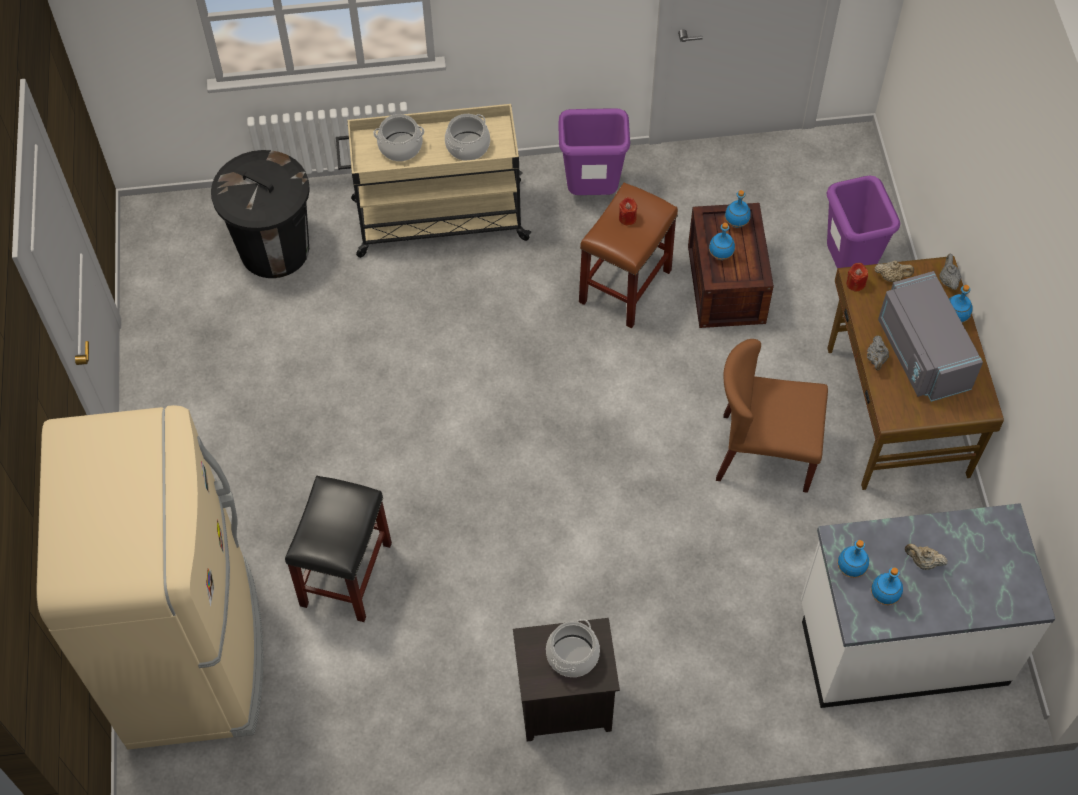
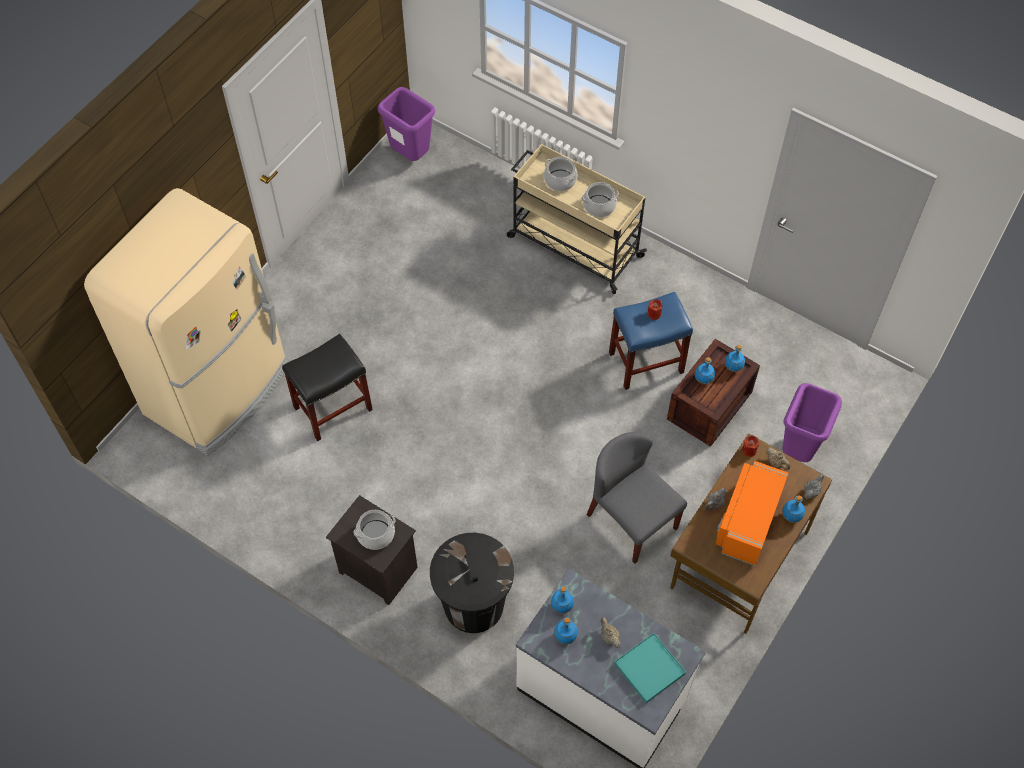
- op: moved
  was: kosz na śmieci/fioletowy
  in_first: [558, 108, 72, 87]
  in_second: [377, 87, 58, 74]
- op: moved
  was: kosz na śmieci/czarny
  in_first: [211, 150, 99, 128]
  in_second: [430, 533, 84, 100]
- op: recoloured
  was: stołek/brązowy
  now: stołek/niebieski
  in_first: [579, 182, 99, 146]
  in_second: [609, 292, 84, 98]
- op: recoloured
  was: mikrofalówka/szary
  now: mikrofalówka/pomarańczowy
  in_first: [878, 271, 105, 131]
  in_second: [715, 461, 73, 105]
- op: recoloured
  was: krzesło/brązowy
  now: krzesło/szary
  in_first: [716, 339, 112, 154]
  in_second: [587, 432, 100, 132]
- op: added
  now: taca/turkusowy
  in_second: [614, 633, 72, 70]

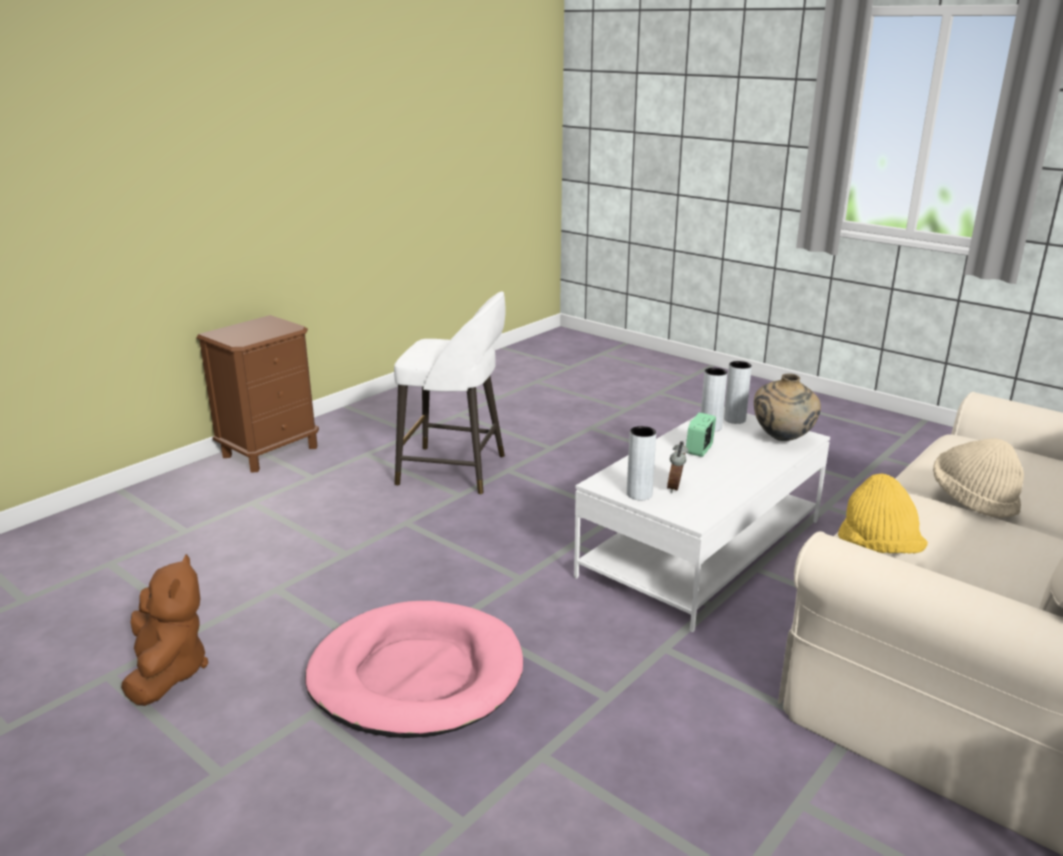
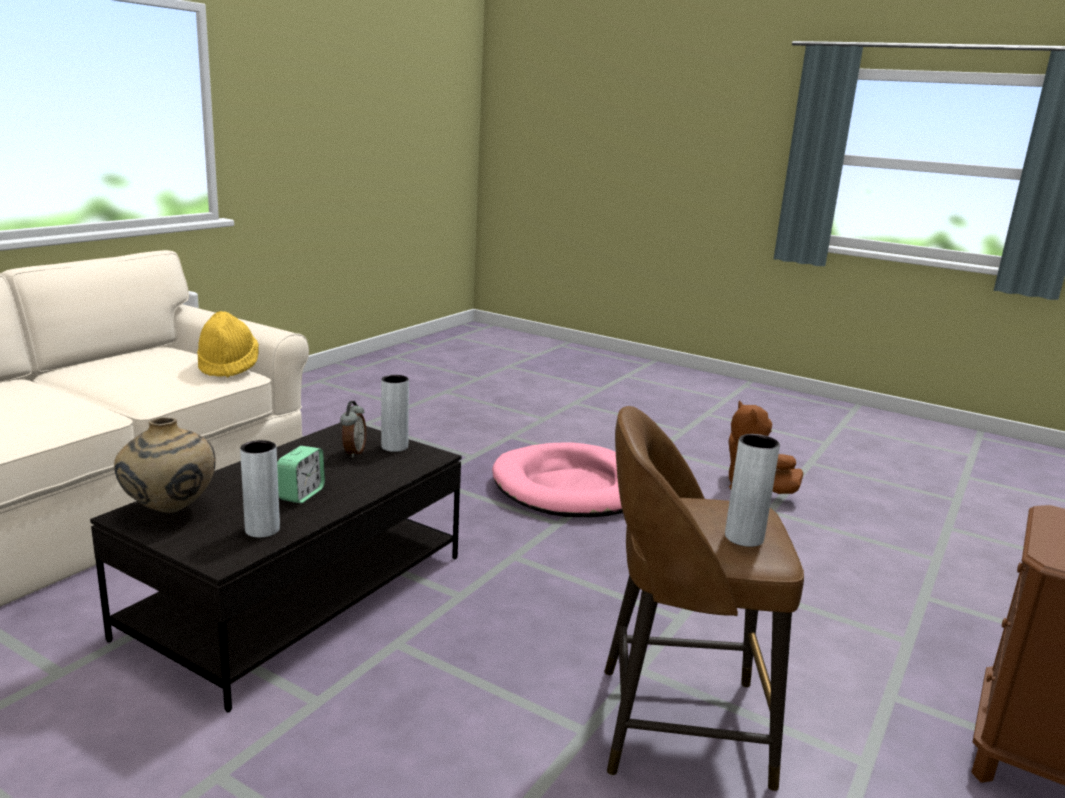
- op: recoloured
  was: stołek/biały
  now: stołek/brązowy
  in_first: [394, 291, 112, 204]
  in_second: [605, 406, 199, 385]
- op: moved
  was: wazon/szary
  in_first: [724, 361, 28, 63]
  in_second: [725, 434, 55, 113]
- op: recoloured
  was: ława/biały
  now: ława/czarny
  in_first: [574, 407, 256, 225]
  in_second: [90, 422, 372, 290]
- op: removed
  was: kapelusz/beżowy
  in_first: [933, 438, 91, 80]

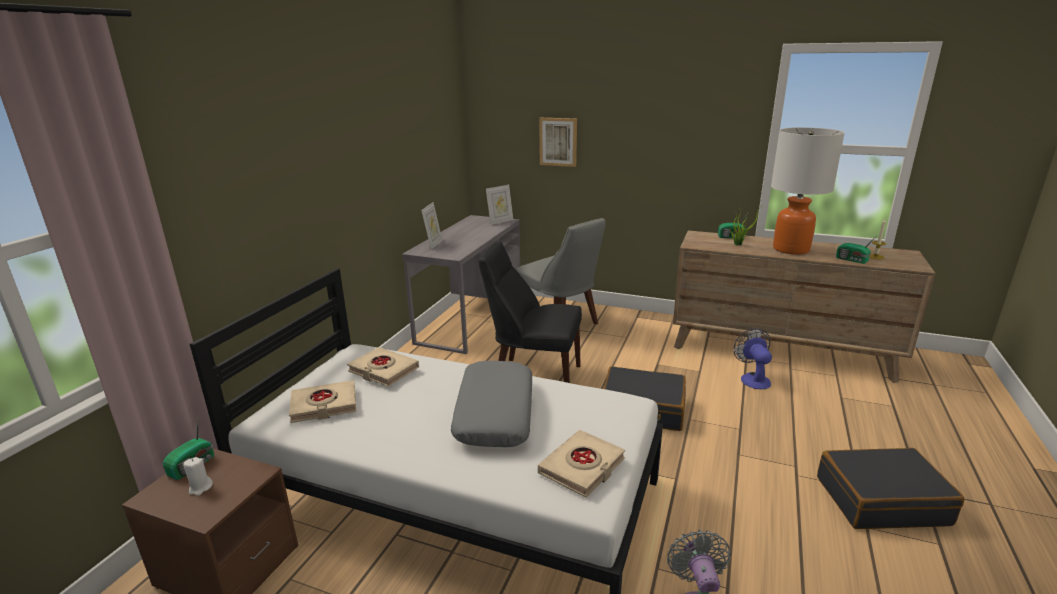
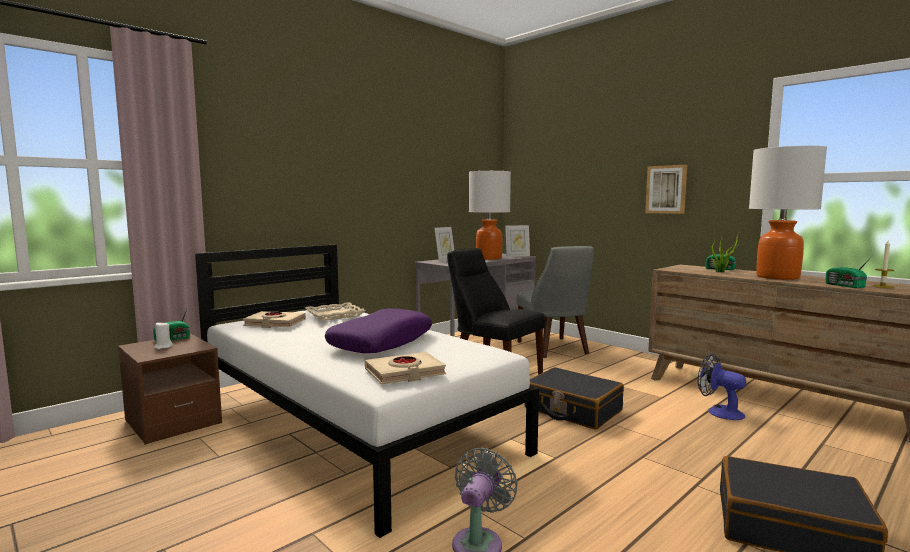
- op: moved
  was: obraz
  in_first: [539, 118, 38, 49]
  in_second: [645, 165, 42, 49]
- op: turned
  was: wentylator
  in_first: [733, 328, 39, 61]
  in_second: [698, 354, 48, 66]
  clockwise: -60
- op: replaced
  was: książka/beżowy
  now: taca/beżowy
  in_first: [347, 347, 72, 39]
  in_second: [305, 302, 61, 19]
- op: recoloured
  was: poduszka/szary
  now: poduszka/fioletowy
  in_first: [451, 361, 81, 86]
  in_second: [325, 309, 107, 44]
- op: added
  now: lampa stołowa
  in_second: [469, 171, 42, 89]

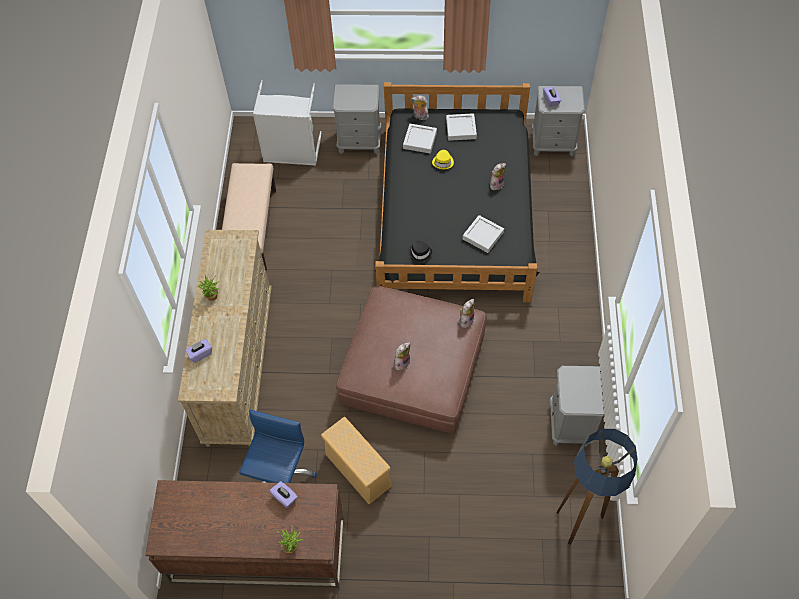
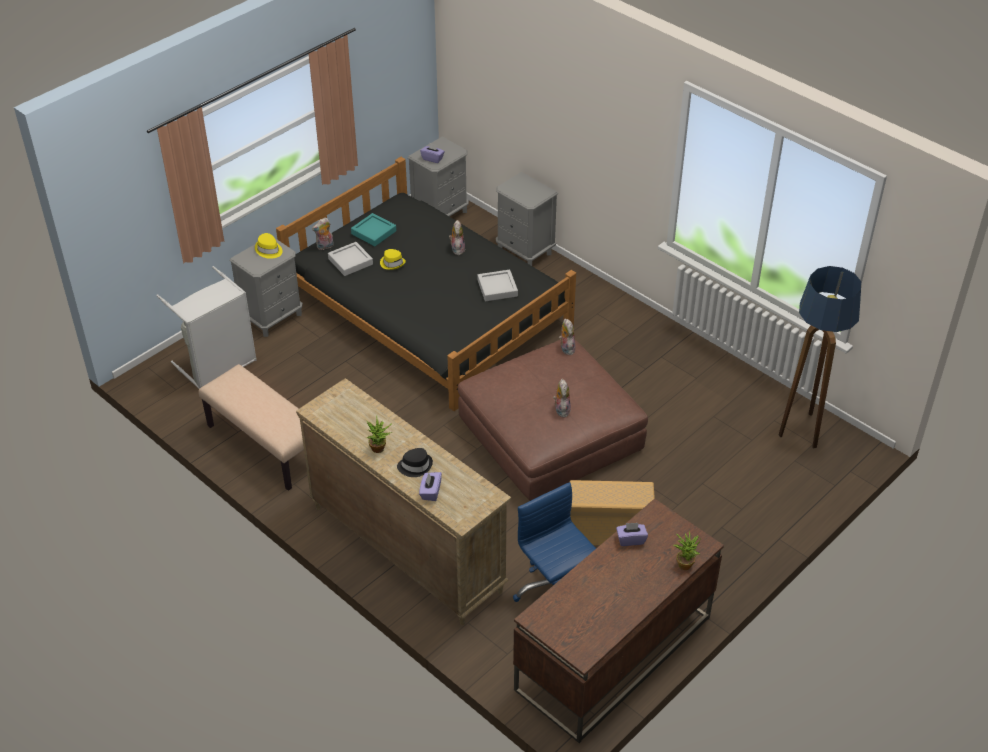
- op: recoloured
  was: taca/szary
  now: taca/turkusowy
  in_first: [446, 113, 31, 28]
  in_second: [351, 213, 45, 33]
- op: moved
  was: kapelusz/czarny
  in_first: [408, 241, 24, 21]
  in_second: [397, 448, 36, 29]
- op: moved
  was: szafka nocna/szary
  in_first: [550, 366, 54, 80]
  in_second: [496, 172, 62, 94]
- op: added
  now: kapelusz/żółty
  in_second: [255, 233, 28, 26]

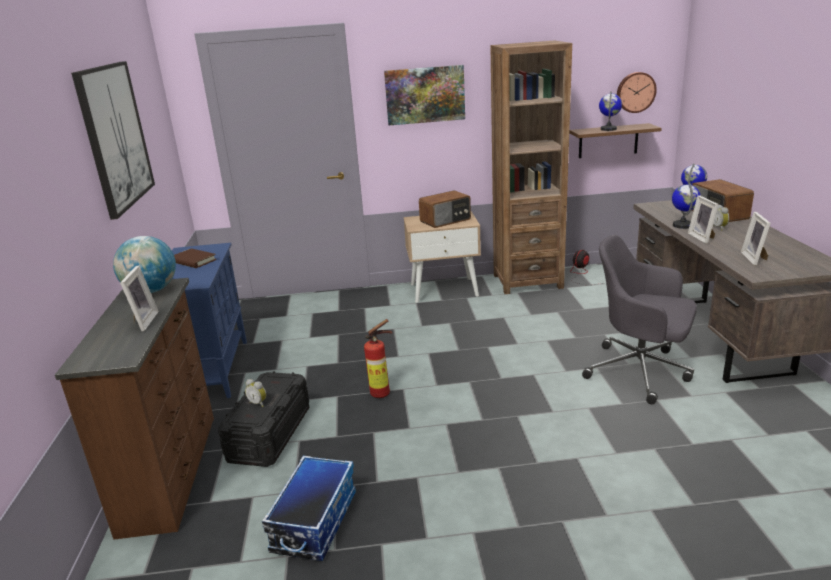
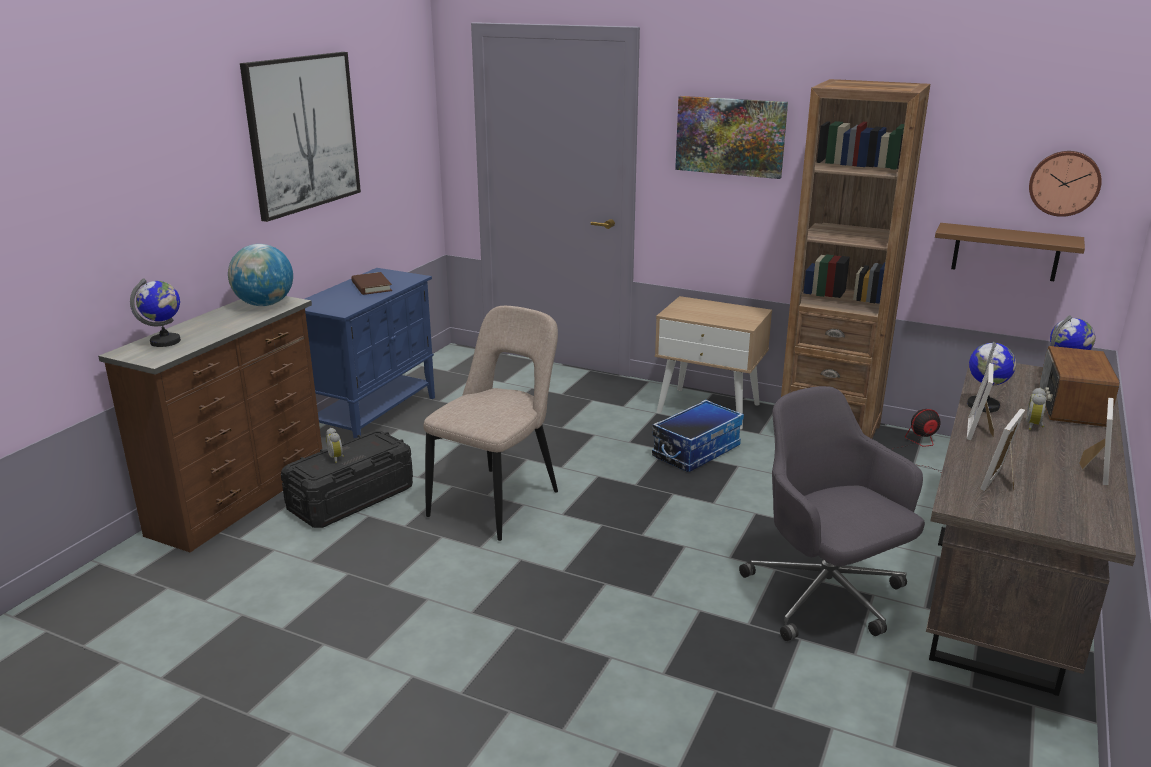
- op: moved
  was: globus
  in_first: [599, 91, 23, 40]
  in_second: [130, 278, 51, 69]
- op: removed
  was: radio
  in_first: [419, 191, 52, 37]
- op: moved
  was: ramka na zdjęcie
  in_first: [120, 265, 39, 66]
  in_second: [1080, 398, 34, 87]
- op: replaced
  was: gaśnica
  now: krzesło/beżowy
  in_first: [364, 319, 29, 79]
  in_second: [423, 306, 135, 235]
- op: moved
  was: pojemnik do przechowywania
  in_first: [262, 456, 94, 105]
  in_second: [652, 400, 92, 72]

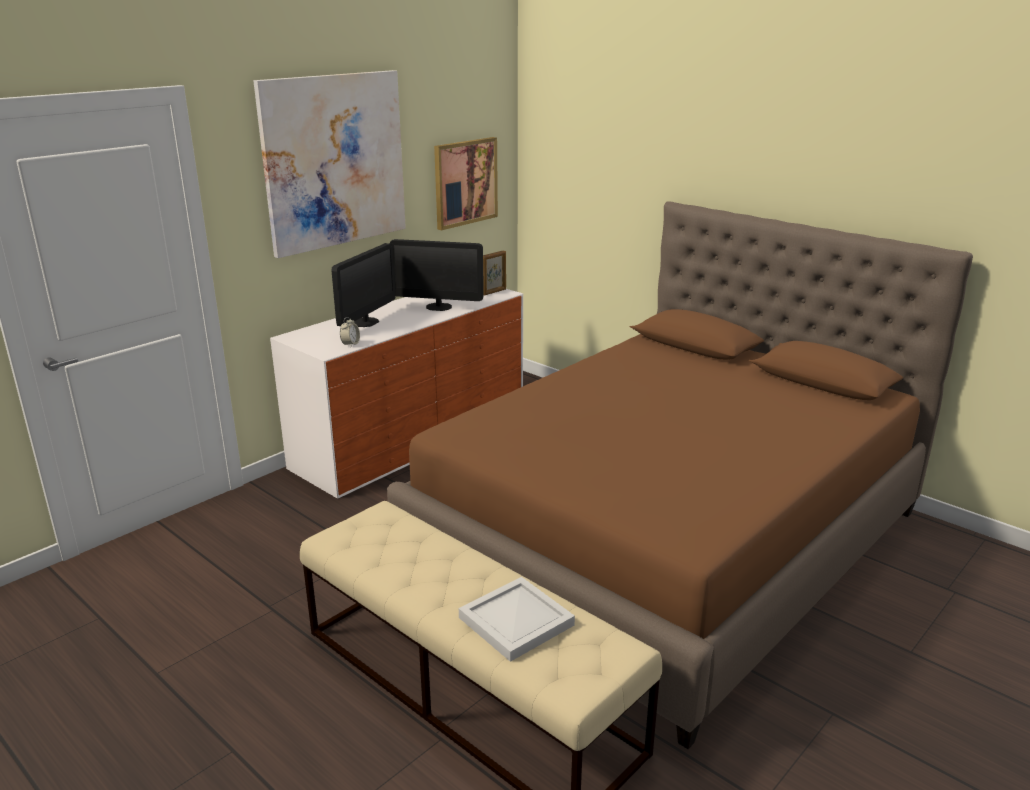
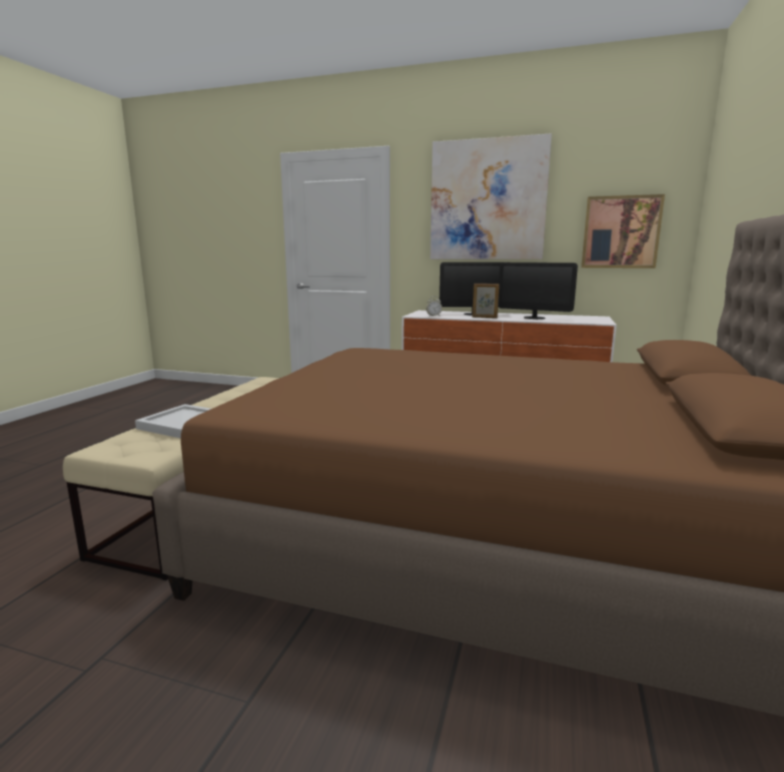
- op: turned
  was: monitor
  in_first: [390, 239, 94, 72]
  in_second: [498, 262, 80, 57]
  clockwise: -45
- op: moved
  was: ramka na zdjęcie
  in_first: [483, 250, 23, 46]
  in_second: [472, 283, 27, 35]

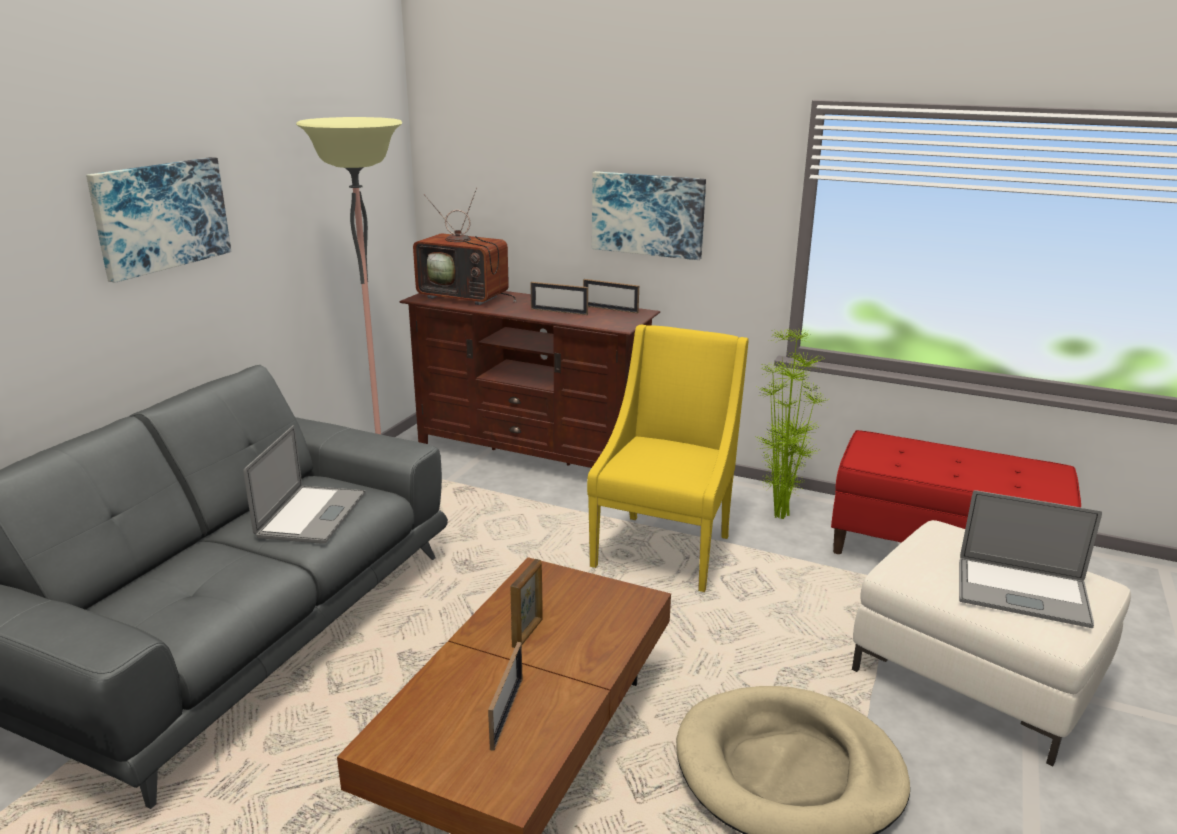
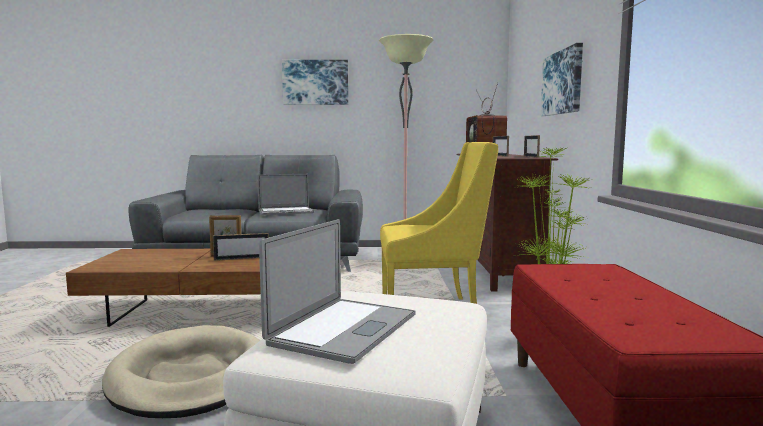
- op: turned
  was: laptop
  in_first: [959, 490, 143, 138]
  in_second: [259, 219, 157, 145]
  clockwise: -150
- op: moved
  was: ramka na zdjęcie
  in_first: [488, 642, 35, 109]
  in_second: [213, 233, 56, 28]

